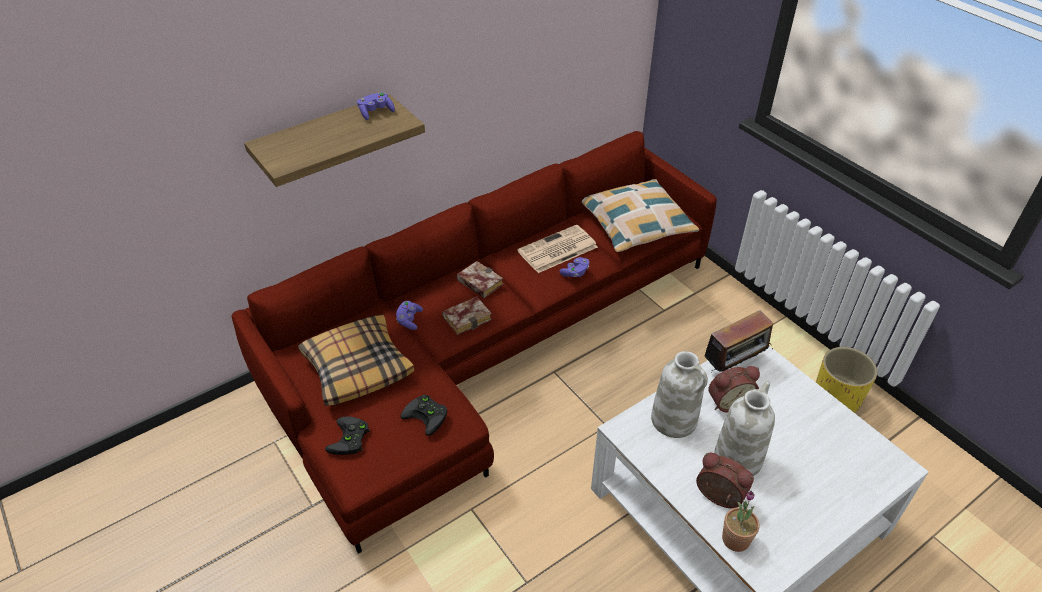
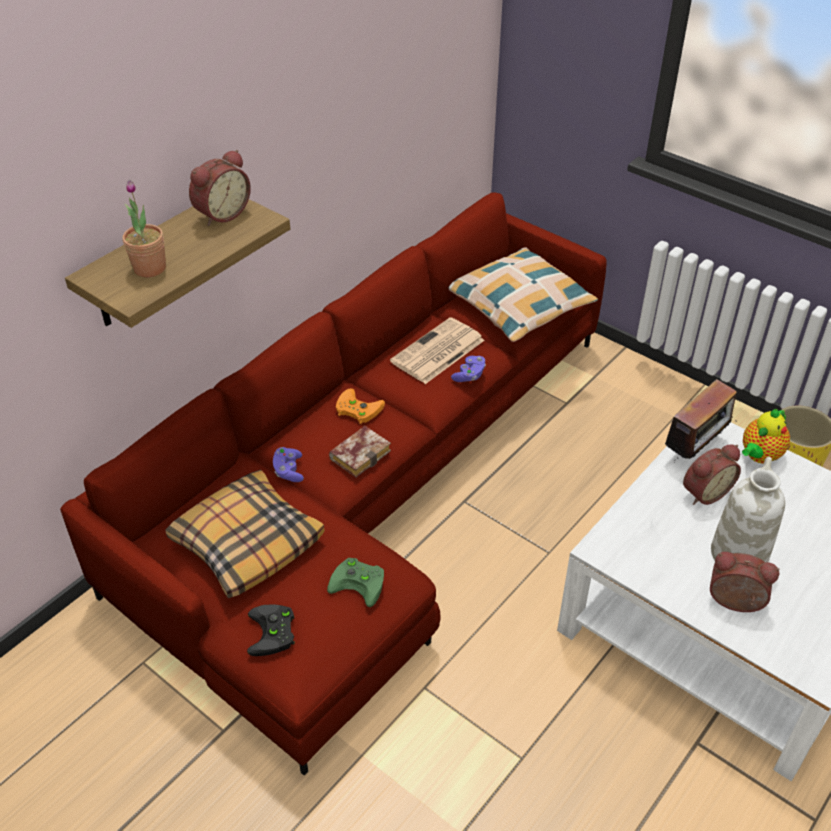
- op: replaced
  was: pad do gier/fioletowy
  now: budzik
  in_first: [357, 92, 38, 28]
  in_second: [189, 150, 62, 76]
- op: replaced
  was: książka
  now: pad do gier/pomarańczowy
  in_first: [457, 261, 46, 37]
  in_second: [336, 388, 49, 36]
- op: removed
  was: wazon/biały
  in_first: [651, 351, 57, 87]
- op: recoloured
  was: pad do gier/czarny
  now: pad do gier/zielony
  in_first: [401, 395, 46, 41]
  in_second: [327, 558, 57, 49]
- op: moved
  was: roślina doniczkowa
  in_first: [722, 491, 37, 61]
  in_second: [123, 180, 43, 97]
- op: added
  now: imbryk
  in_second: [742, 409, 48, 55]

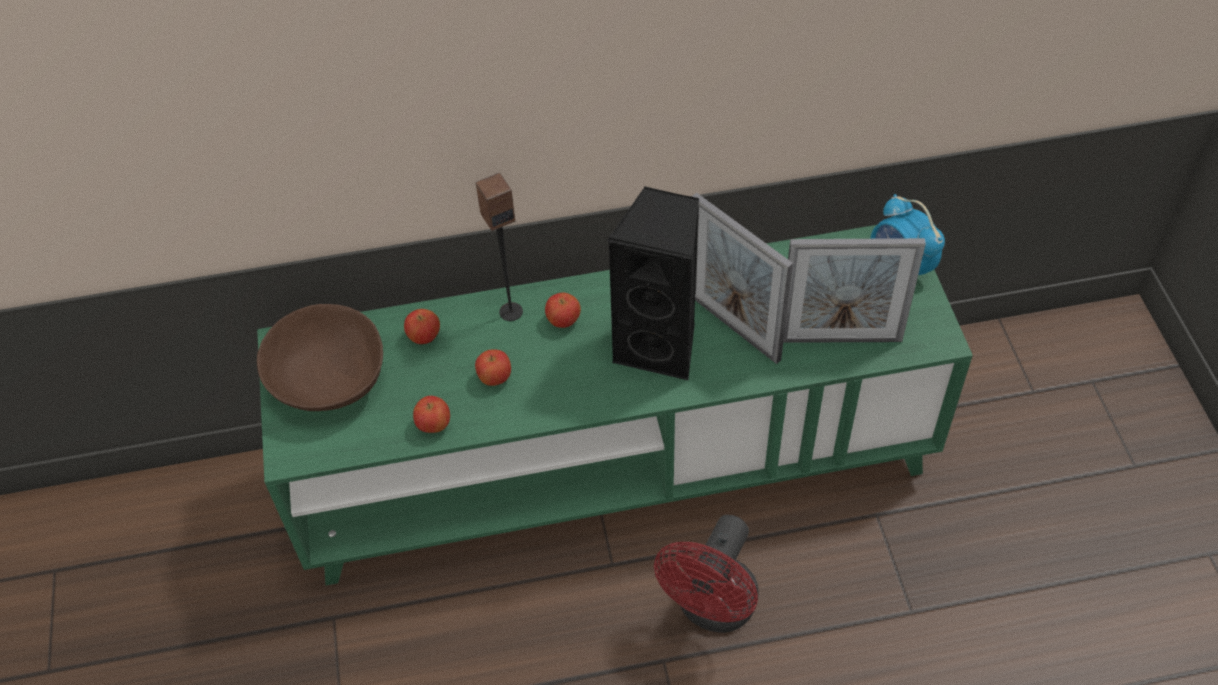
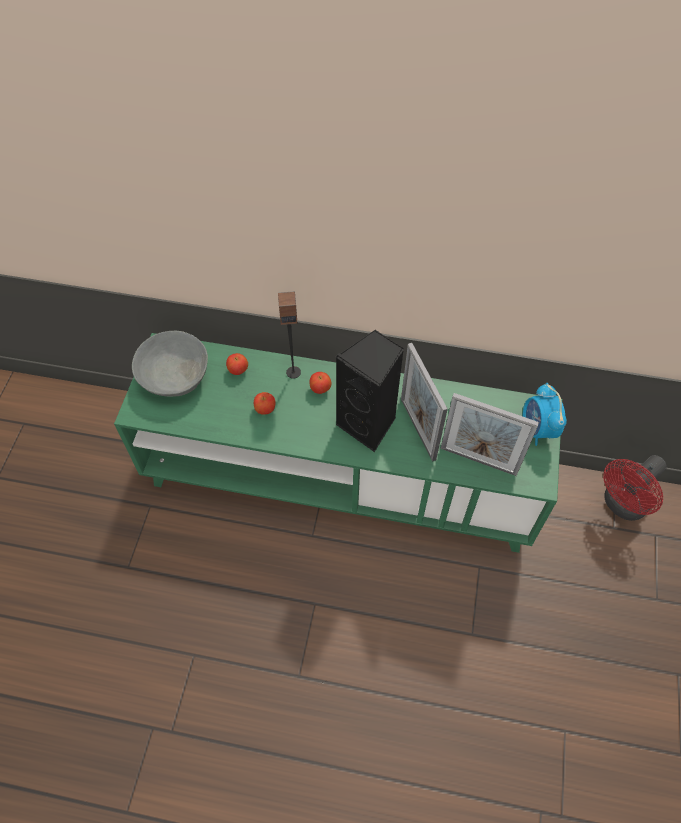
- op: recoloured
  was: miska/brązowy
  now: miska/szary
  in_first: [257, 304, 126, 107]
  in_second: [132, 331, 76, 66]
- op: removed
  was: jabłko
  in_first: [413, 396, 37, 37]
- op: moved
  was: wentylator/czerwony
  in_first: [654, 515, 105, 118]
  in_second: [603, 455, 64, 66]

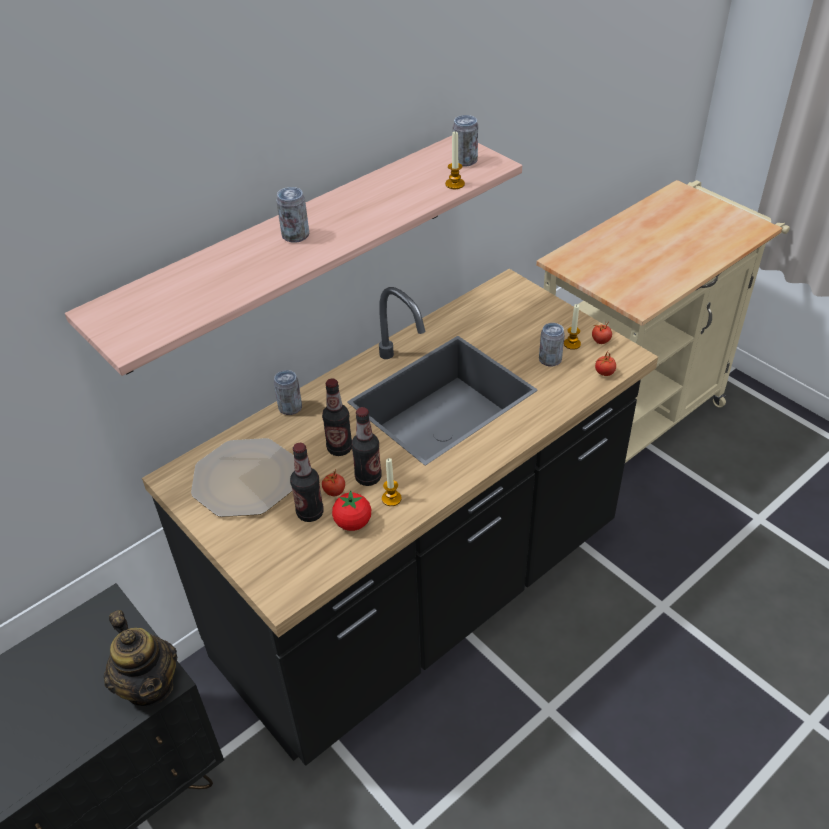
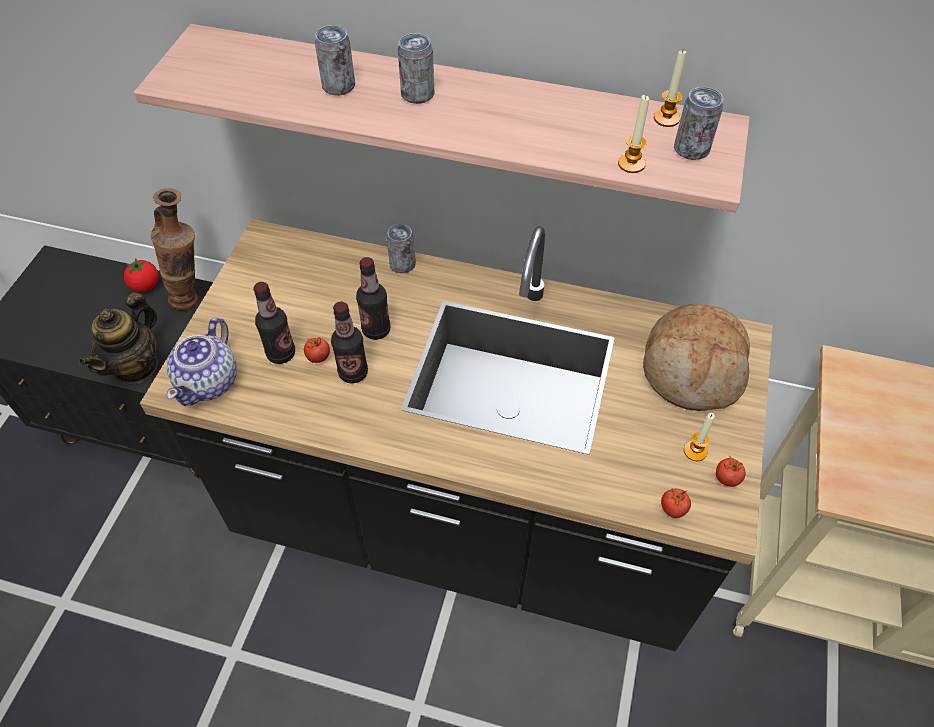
- op: moved
  was: puszka
  in_first: [539, 323, 26, 44]
  in_second: [315, 25, 40, 71]
- op: removed
  was: talerz
  in_first: [191, 438, 104, 79]
- op: moved
  was: świeca
  in_first: [382, 458, 20, 48]
  in_second: [654, 51, 33, 76]
- op: moved
  was: pomidor
  in_first: [332, 490, 39, 41]
  in_second: [124, 258, 35, 34]
- op: added
  now: wazon
  in_second: [151, 188, 47, 122]
- op: added
  now: chleb
  in_second: [643, 303, 107, 108]
- op: added
  now: imbryk
  in_second: [167, 318, 70, 88]

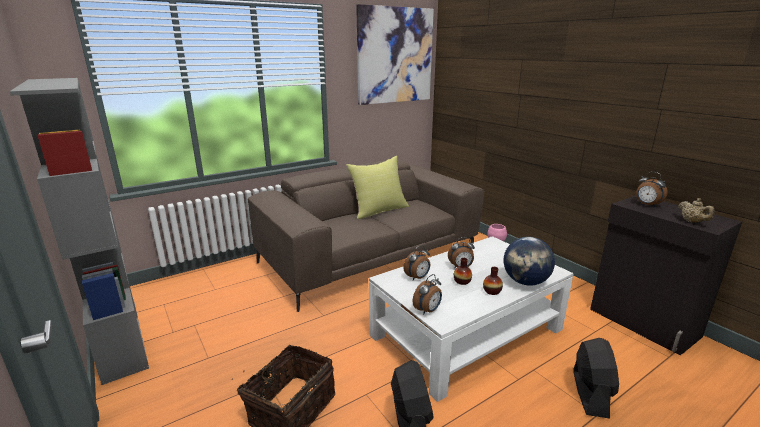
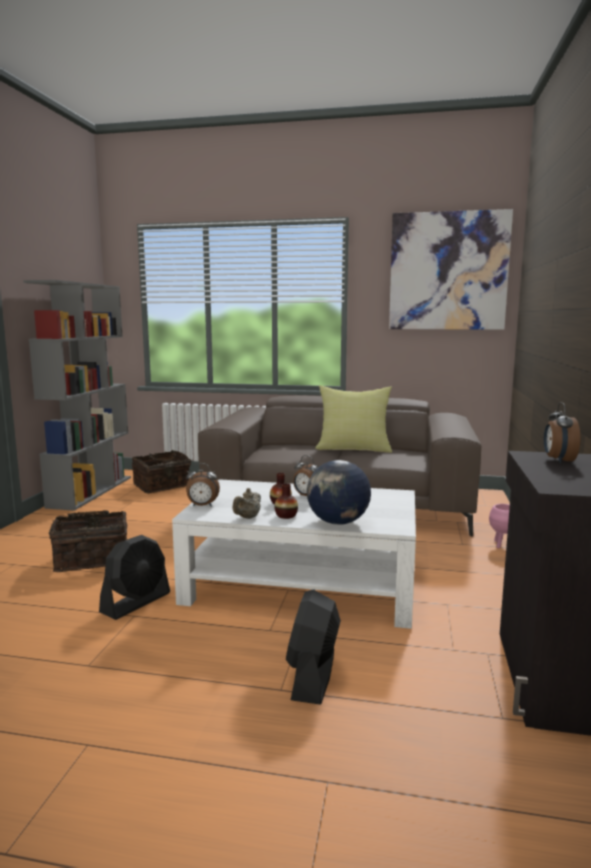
- op: moved
  was: imbryk/beżowy
  in_first: [678, 198, 37, 25]
  in_second: [233, 488, 28, 31]
- op: removed
  was: budzik
  in_first: [403, 245, 27, 35]
- op: turned
  was: wentylator/czarny
  in_first: [573, 338, 46, 81]
  in_second: [286, 589, 55, 116]
  clockwise: 135
- op: added
  now: koszyk
  in_second: [132, 450, 59, 44]

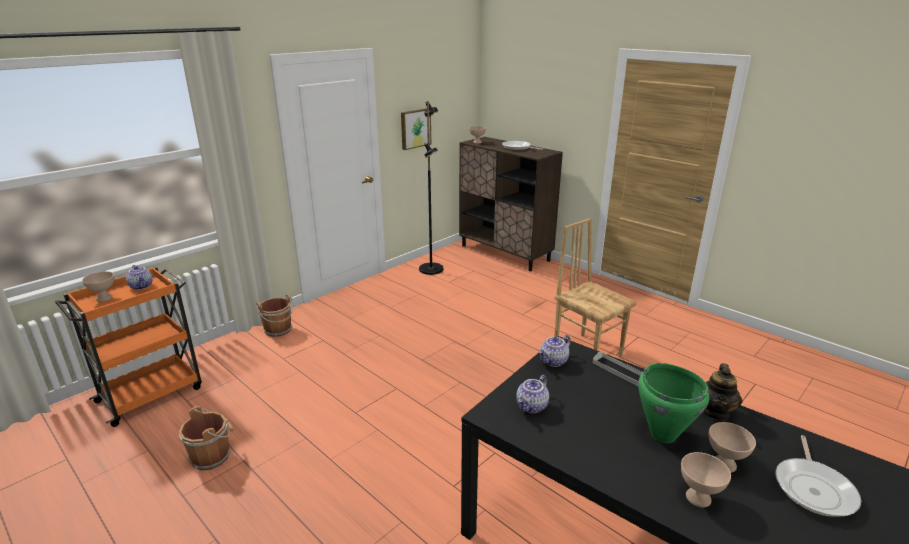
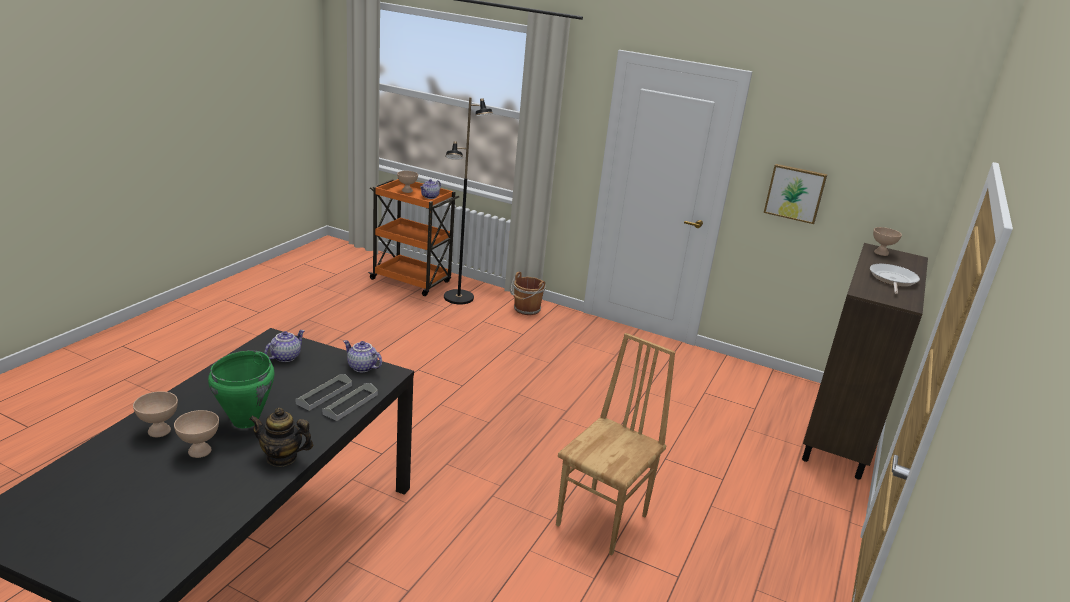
- op: moved
  was: lampa stojąca/czarny
  in_first: [419, 101, 24, 174]
  in_second: [444, 97, 49, 207]
- op: turned
  was: imbryk
  in_first: [516, 375, 33, 38]
  in_second: [264, 330, 41, 32]
  clockwise: 105
- op: removed
  was: wiadro/brązowy
  in_first: [179, 406, 55, 65]
- op: removed
  was: patelnia
  in_first: [776, 435, 85, 82]
- op: added
  now: taca/szary
  in_second: [296, 374, 56, 37]

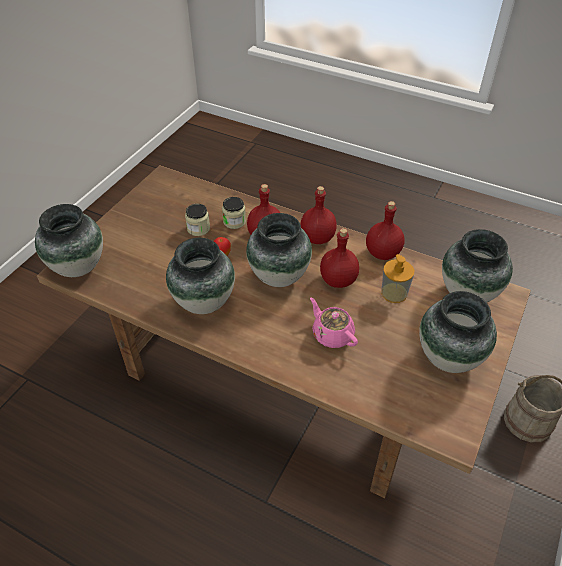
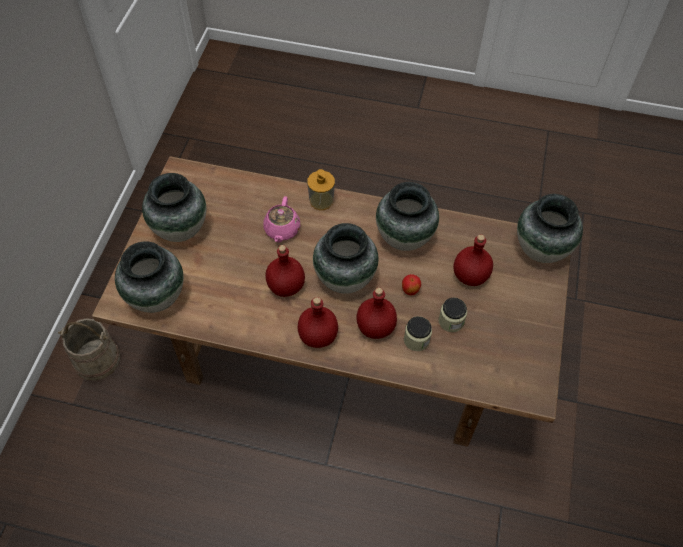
- op: moved
  was: butelka/czerwony
  in_first: [366, 201, 39, 59]
  in_second: [453, 234, 40, 52]
- op: moved
  was: dozownik mydła
  in_first: [381, 254, 33, 49]
  in_second: [307, 169, 28, 41]
- op: turned
  was: imbryk/różowy
  in_first: [310, 297, 48, 51]
  in_second: [263, 196, 37, 47]
  clockwise: 60

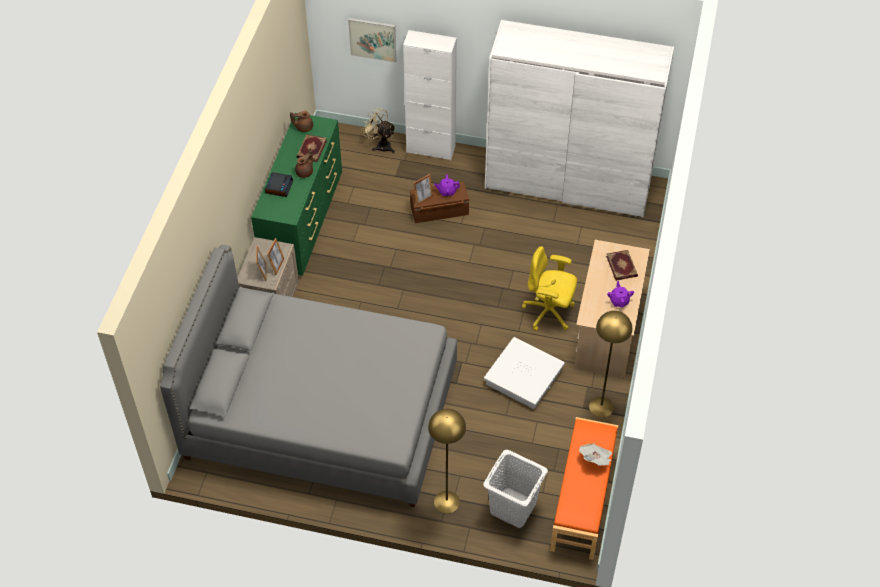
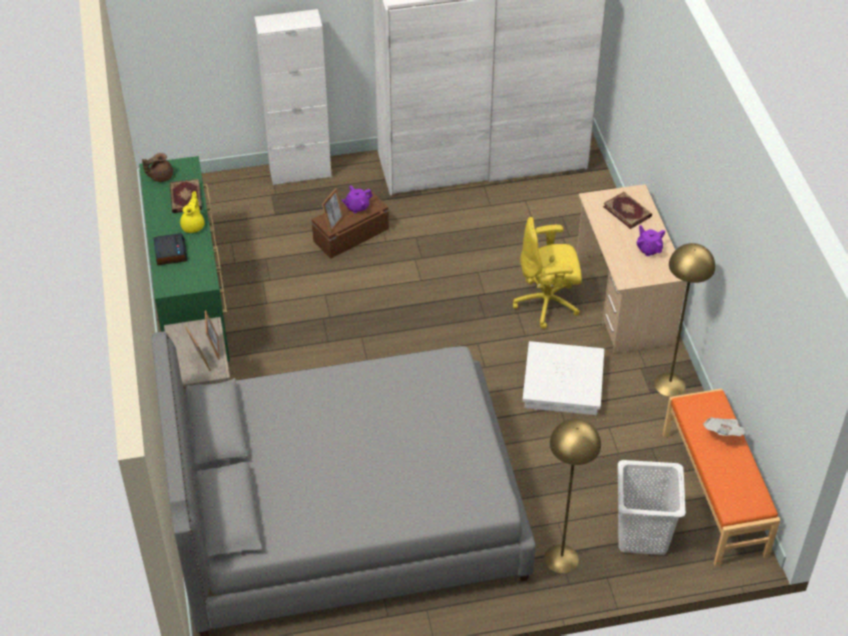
- op: removed
  was: obraz
  in_first: [348, 18, 49, 45]
- op: removed
  was: wentylator/beżowy
  in_first: [362, 108, 33, 45]
- op: recoloured
  was: imbryk/brązowy
  now: imbryk/żółty
  in_first: [295, 148, 18, 30]
  in_second: [180, 191, 25, 42]

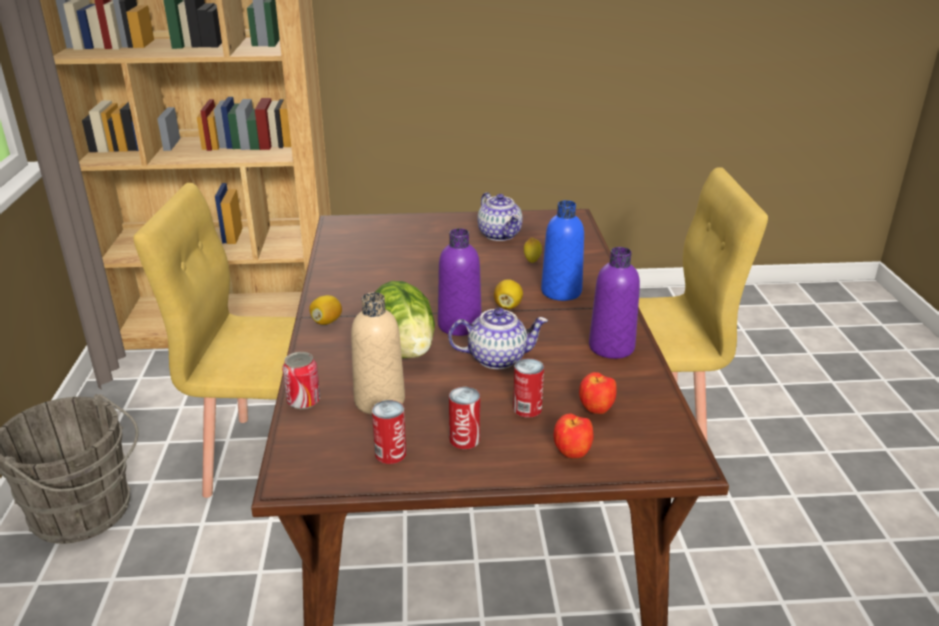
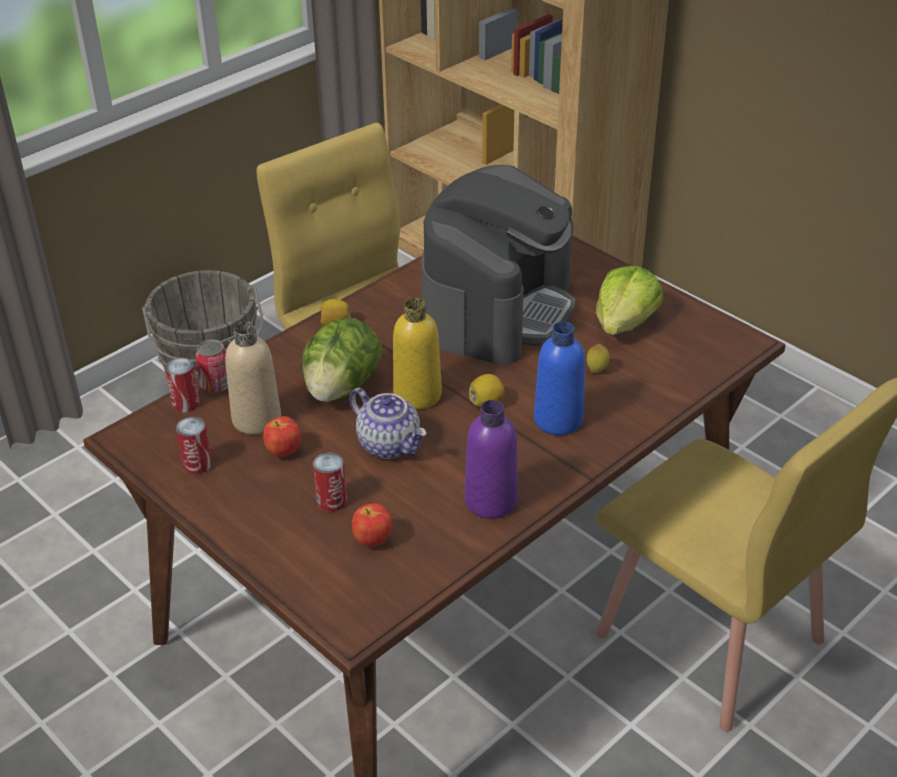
- op: replaced
  was: imbryk
  now: sałata
  in_first: [477, 192, 46, 49]
  in_second: [596, 266, 67, 69]
- op: recoloured
  was: butelka/fioletowy
  now: butelka/żółty
  in_first: [438, 228, 44, 108]
  in_second: [393, 298, 49, 112]
- op: moved
  was: puszka
  in_first: [449, 387, 31, 62]
  in_second: [165, 358, 35, 54]
- op: moved
  was: jabłko
  in_first: [554, 414, 40, 44]
  in_second: [263, 416, 38, 41]
- op: added
  now: ekspres do kawy
  in_second: [422, 165, 153, 200]

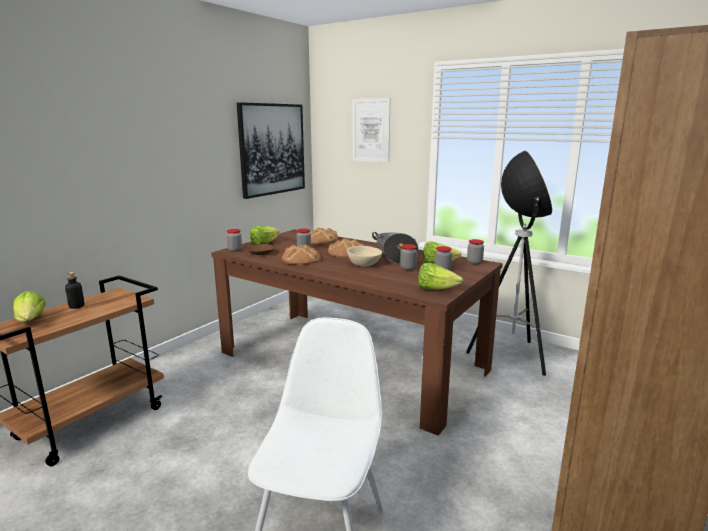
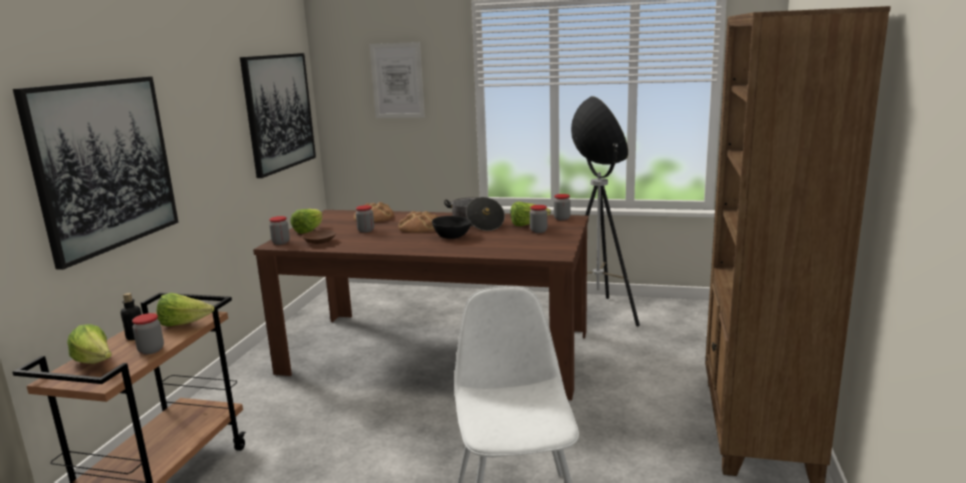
- op: moved
  was: słoik
  in_first: [400, 244, 17, 26]
  in_second: [132, 313, 32, 41]
- op: removed
  was: chleb
  in_first: [282, 245, 39, 20]
- op: recoloured
  was: miska/beżowy
  now: miska/czarny
  in_first: [347, 246, 35, 21]
  in_second: [432, 216, 39, 23]
- op: moved
  was: sałata
  in_first: [418, 263, 46, 27]
  in_second: [157, 293, 57, 33]
- op: added
  now: obraz
  in_second: [13, 77, 166, 193]

